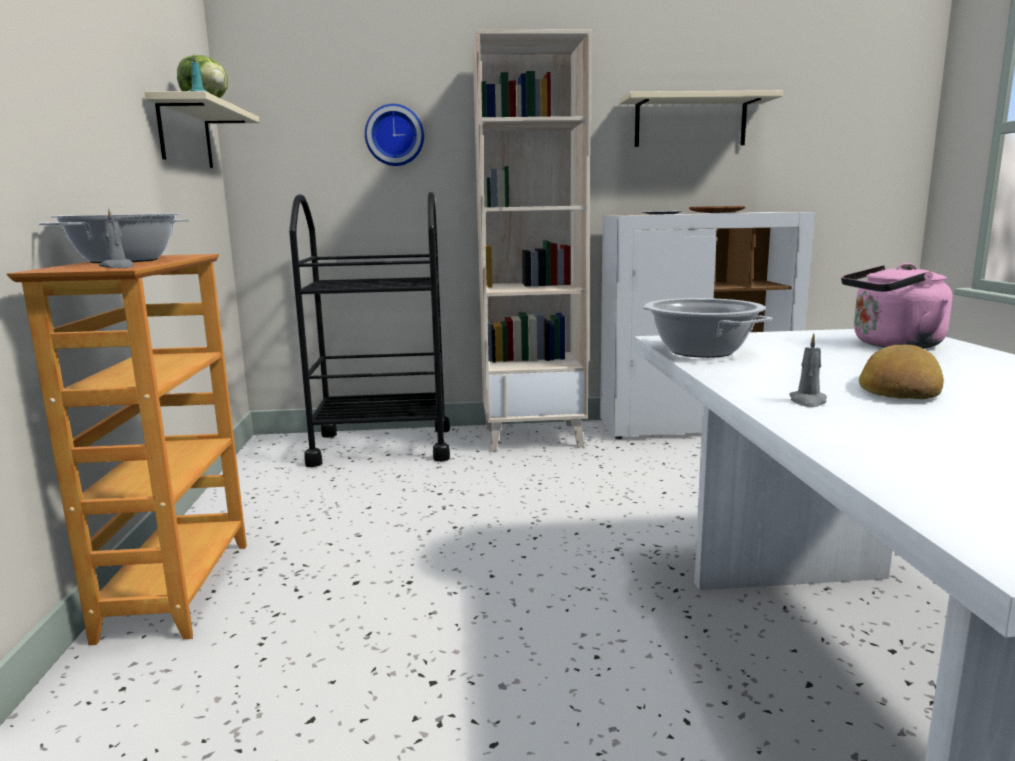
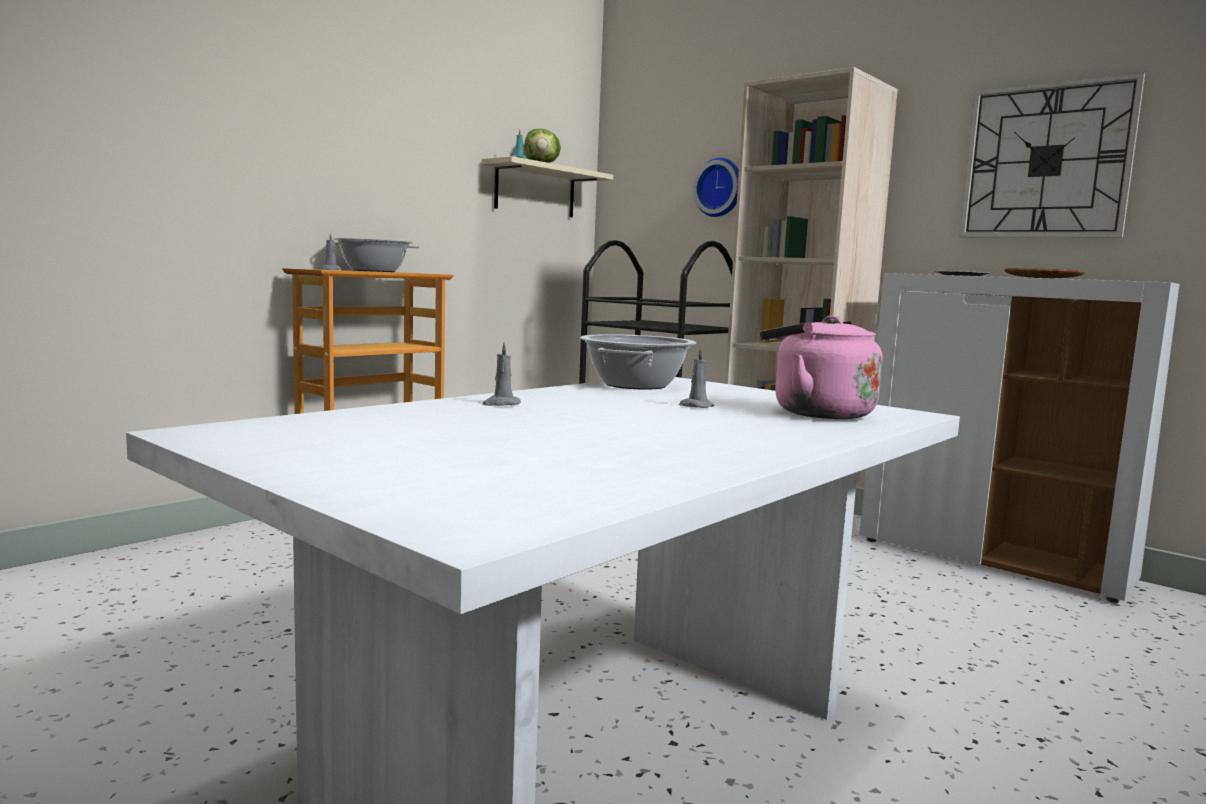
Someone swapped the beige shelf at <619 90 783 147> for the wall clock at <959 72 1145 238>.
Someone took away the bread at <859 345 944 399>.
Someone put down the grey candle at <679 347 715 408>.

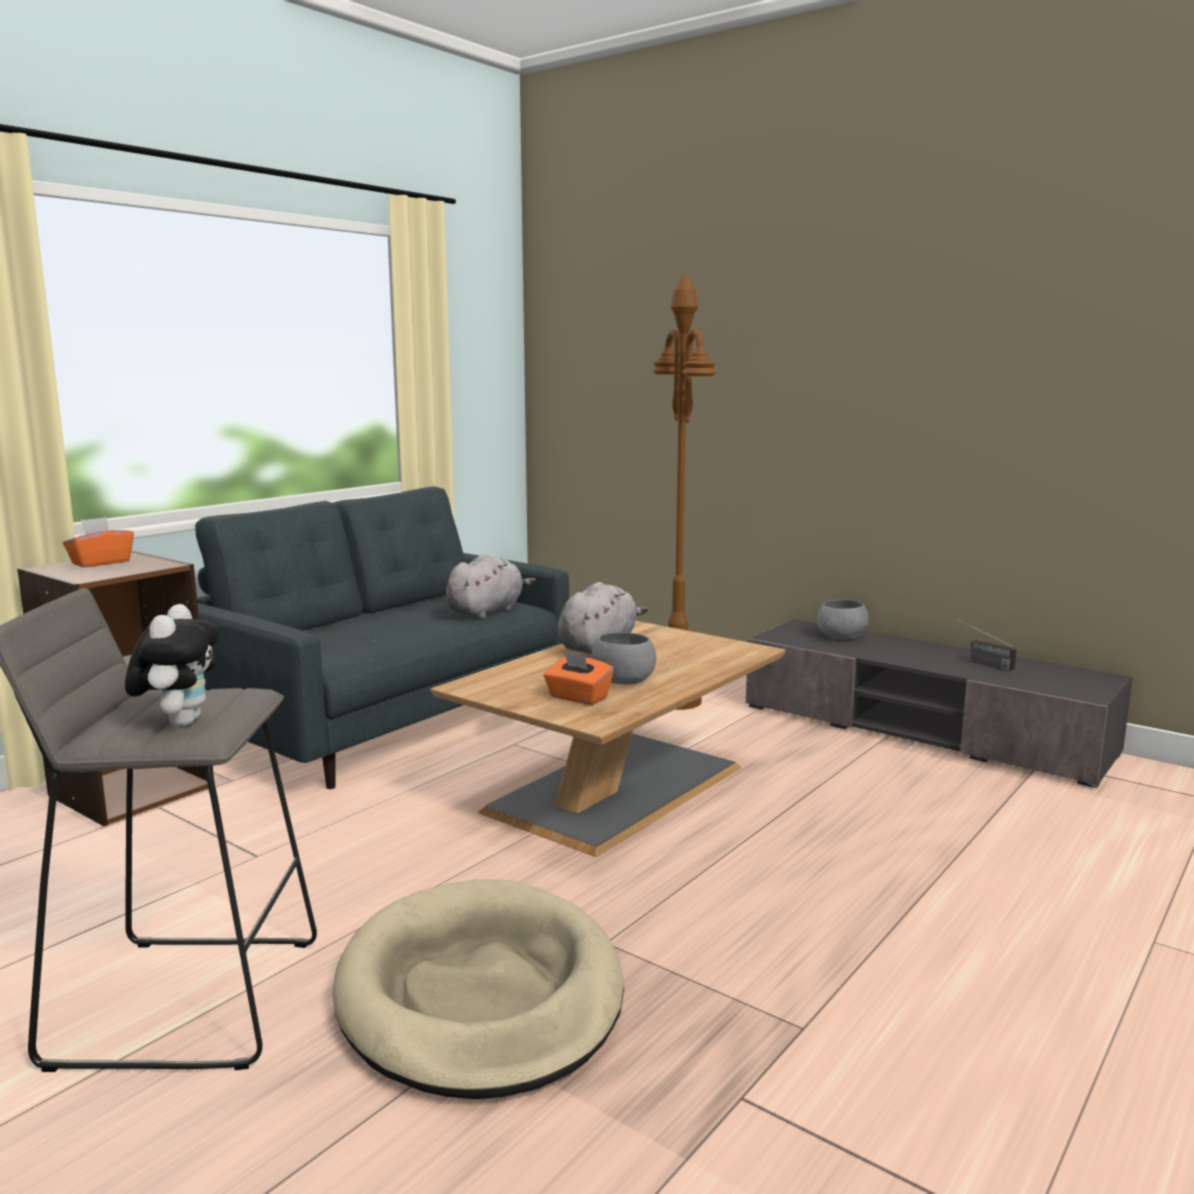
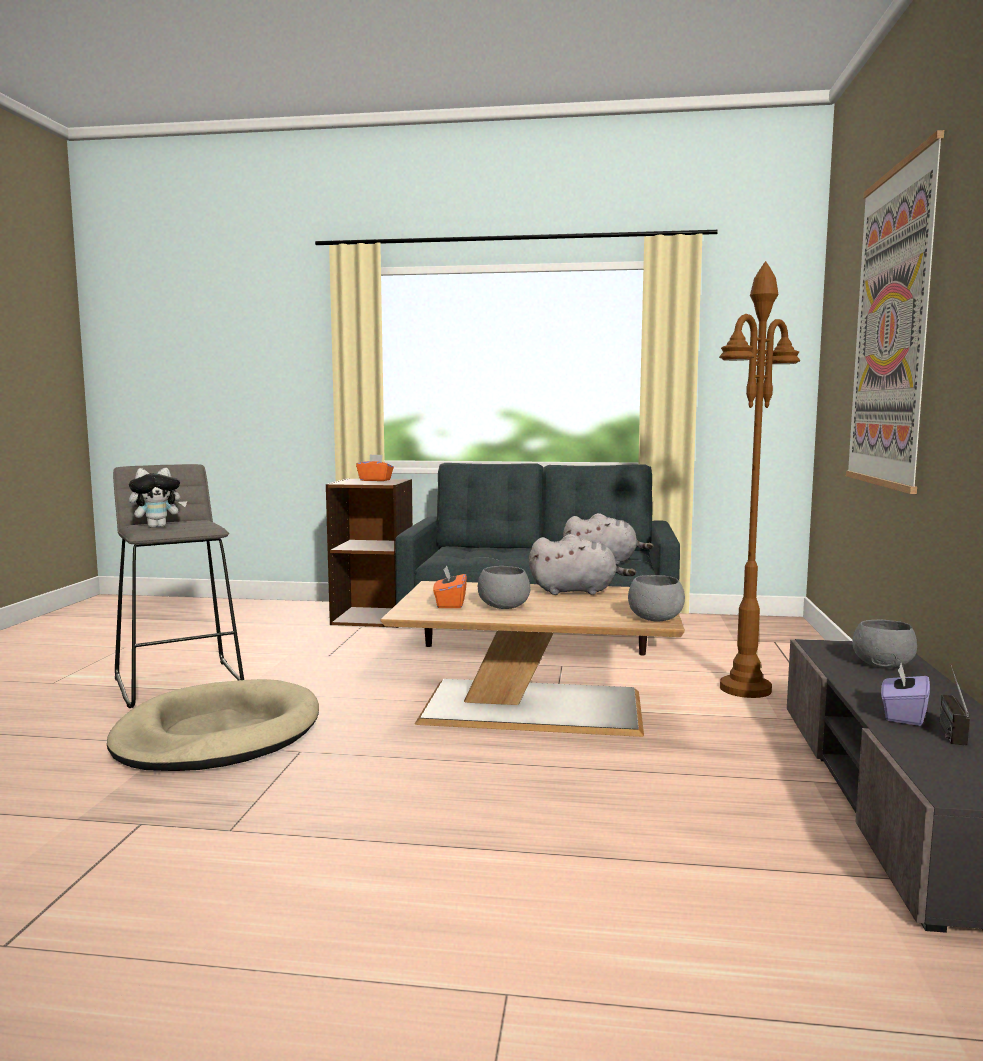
Someone put down the grey bowl at <628 575 685 621>.
Someone put up the picture at <846 130 944 494>.
Someone put down the purple tissue box at <881 663 930 726>.

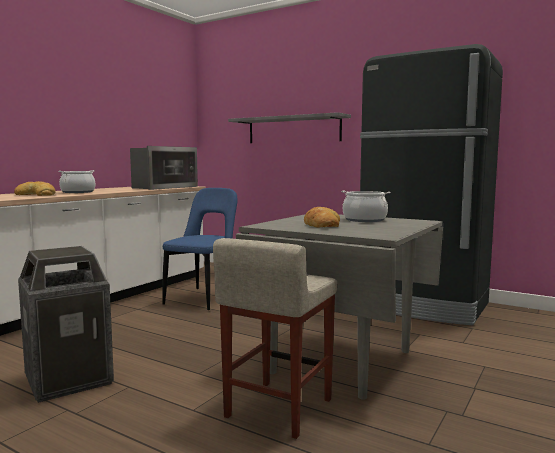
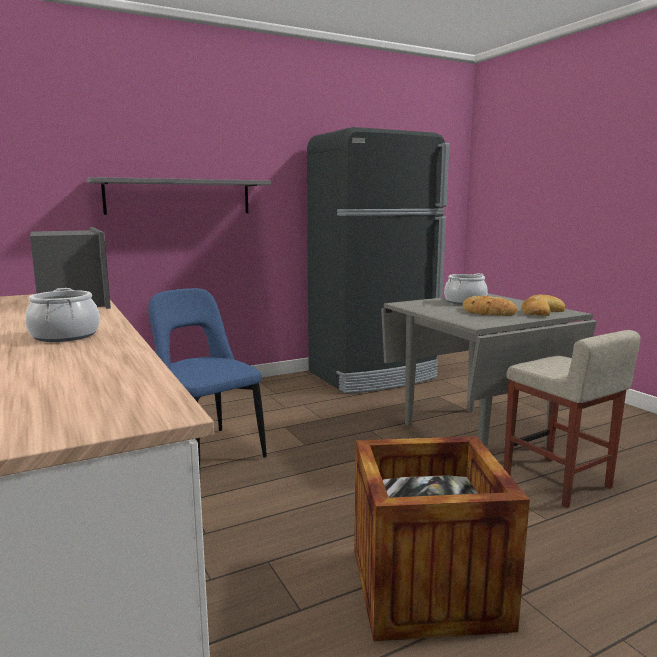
Someone carried the bread from <14 181 56 196> to <522 294 565 316>.
Someone swapped the trash can at <18 246 114 403> for the crate at <354 436 530 642>.

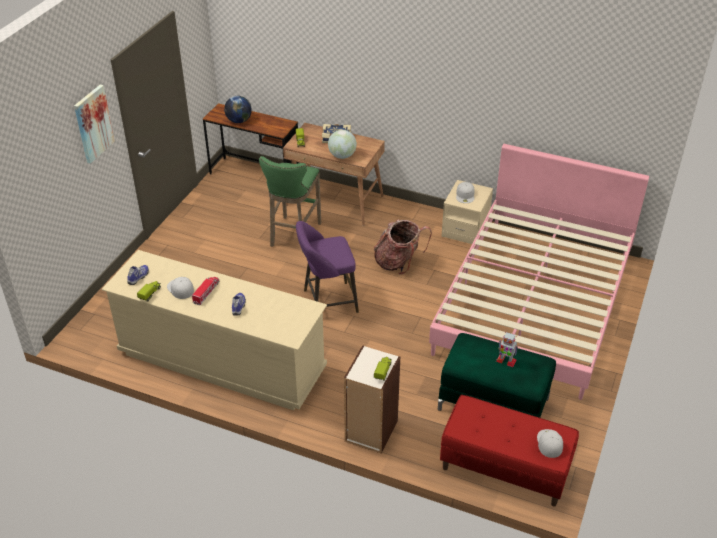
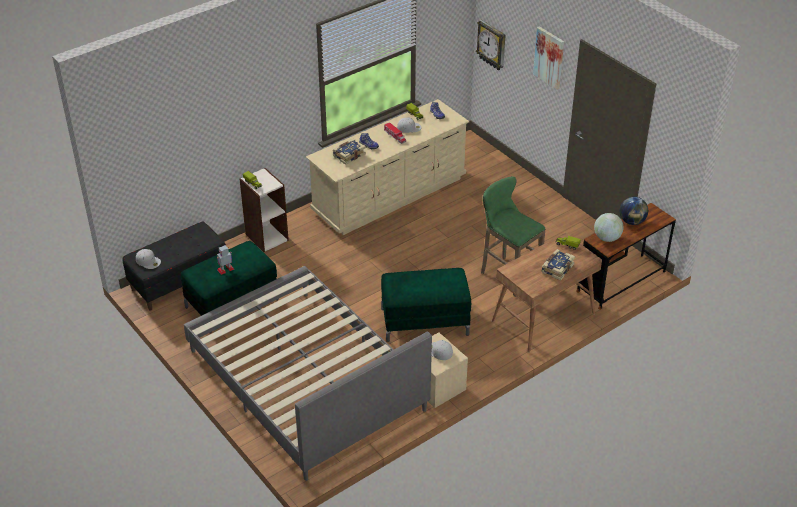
Someone took away the purple stool at <296 221 359 313>.
Someone carried the globe from <328 130 357 159> to <594 213 624 242>.
Someone swapped the backpack at <374 219 432 274> for the green ottoman at <381 268 471 342>.
Someone repainted the pink bed at <429 144 649 400>, which became the grey bed at <184 266 432 481>.
Someone repainted the red bench at <440 395 579 507>, which became the black bench at <122 222 226 311>.
Someone put down the book at <333 139 366 165>.
Someone put up the wall clock at <476 19 506 70>.

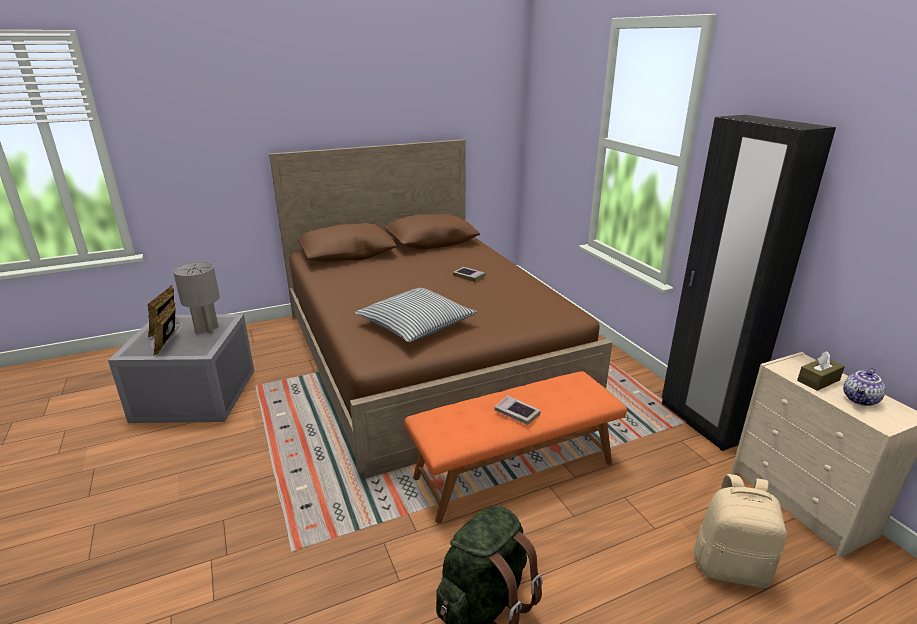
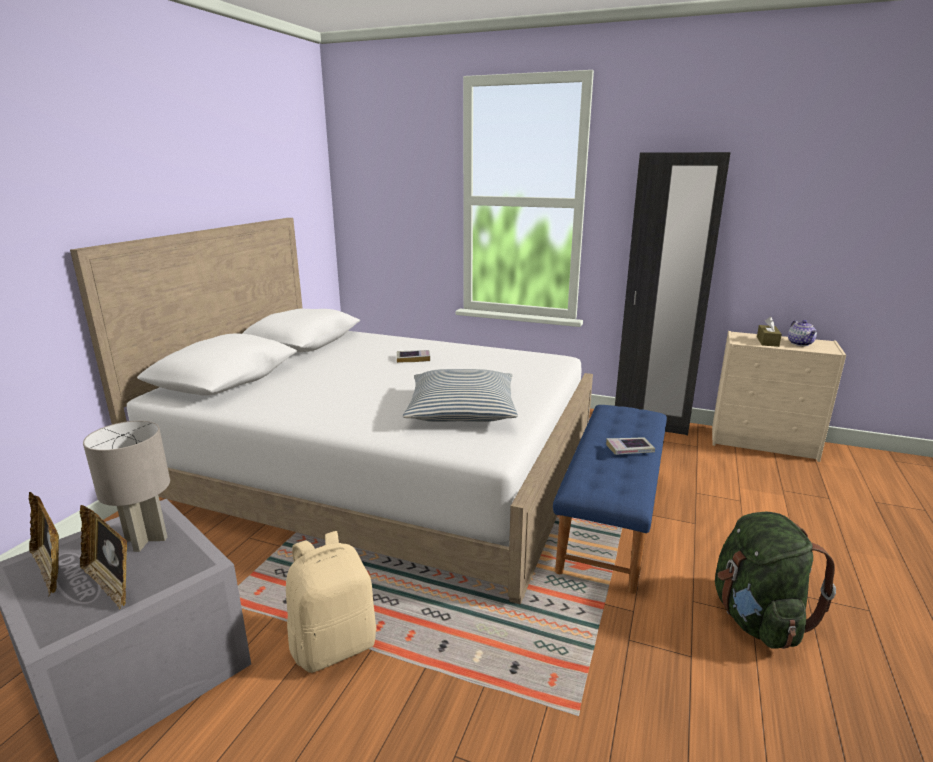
Someone repainted the brown bed at <269 139 612 479>, which became the white bed at <70 218 593 604>.
Someone repainted the orange bench at <405 371 627 523>, which became the blue bench at <553 405 667 593>.
Someone carried the beige backpack from <694 474 787 588> to <286 531 376 673>.

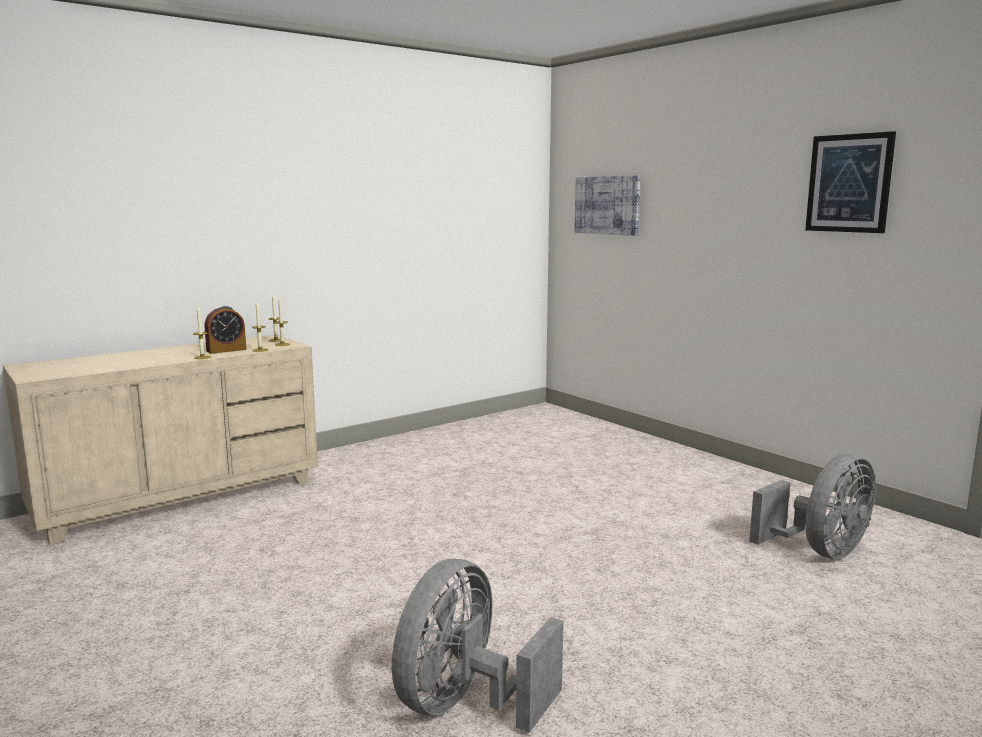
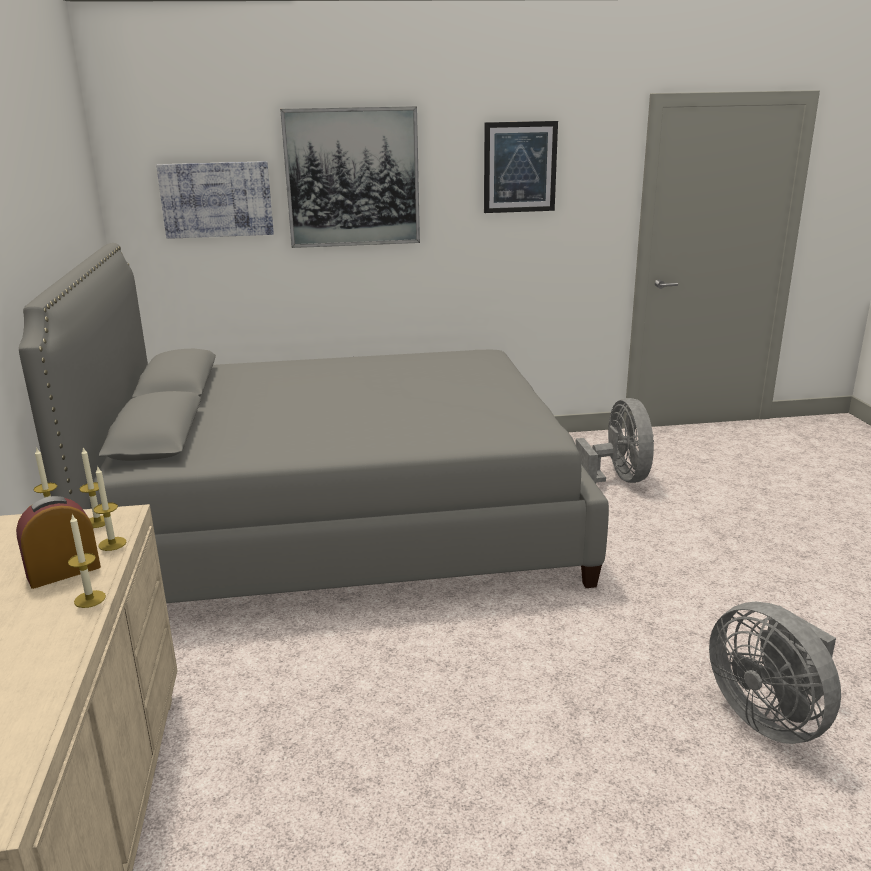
Someone rotated the alarm clock at <204 306 246 354> by 120 degrees counterclockwise.
Someone put down the grey bed at <19 243 609 603>.
Someone put up the picture at <280 106 420 248>.

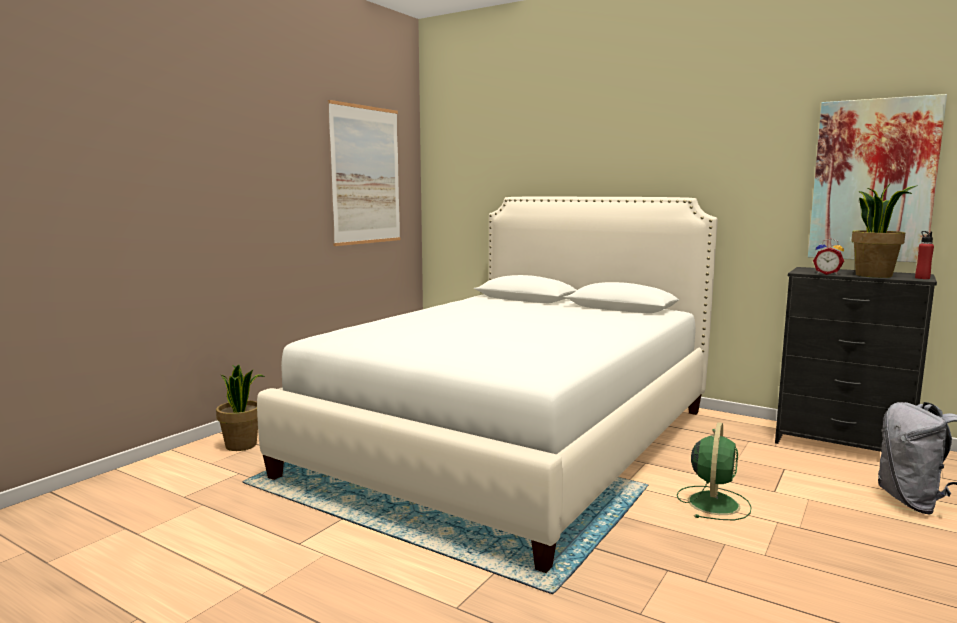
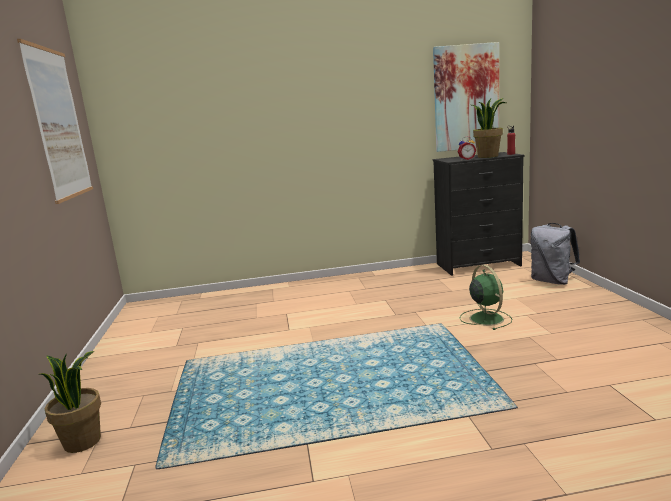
Someone took away the white bed at <257 197 718 573>.

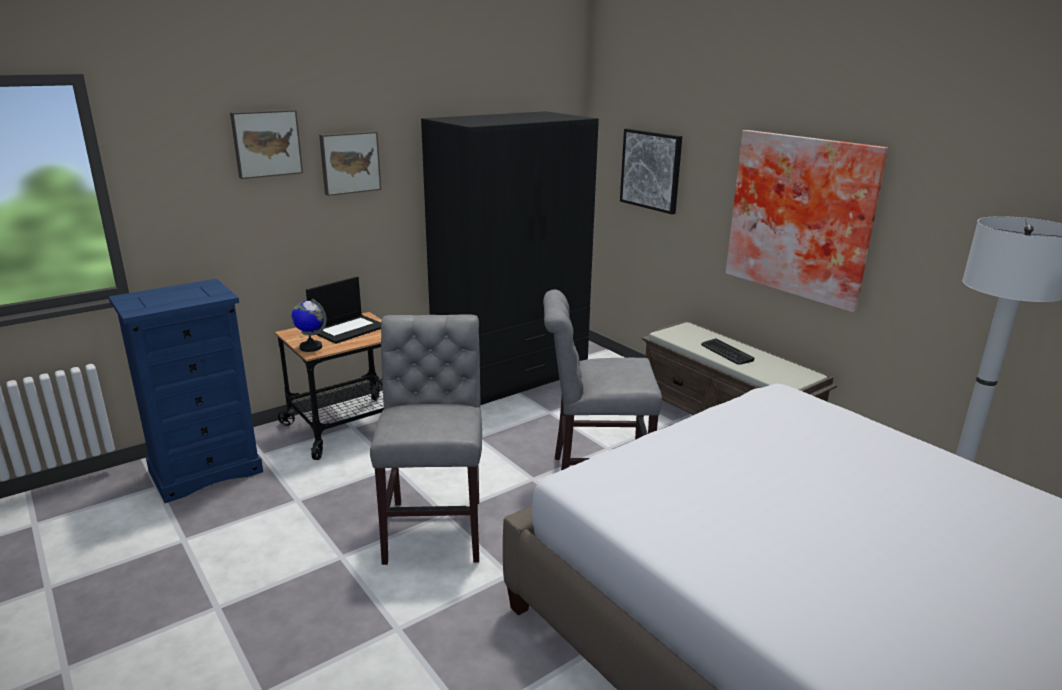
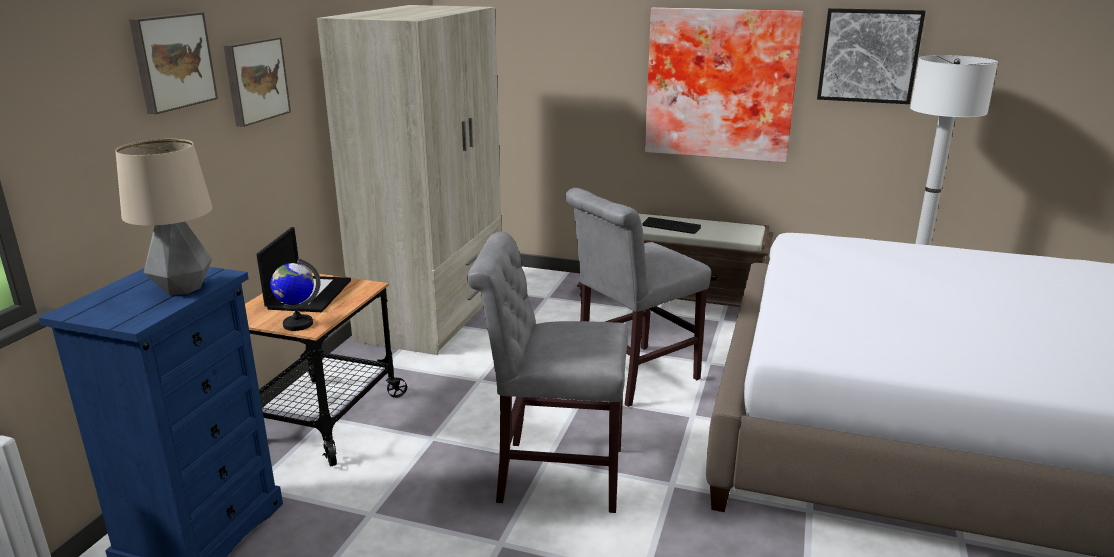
Someone rotated the grey chair at <370 314 482 565> by 45 degrees counterclockwise.
Someone repainted the black wardrobe at <421 111 599 405>, which became the beige wardrobe at <317 5 502 355>.
Someone carried the picture from <620 129 682 214> to <817 8 926 104>.
Someone put down the table lamp at <115 139 213 295>.

